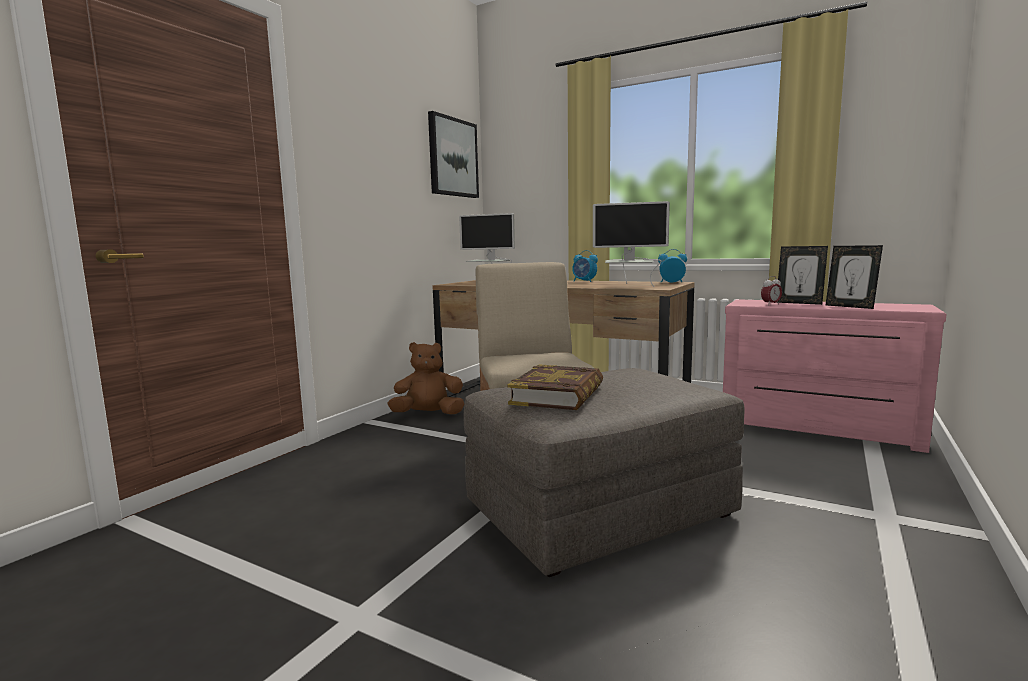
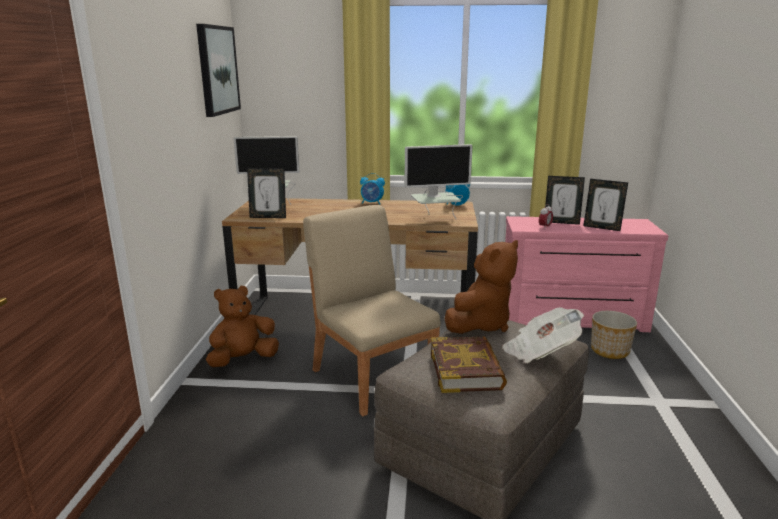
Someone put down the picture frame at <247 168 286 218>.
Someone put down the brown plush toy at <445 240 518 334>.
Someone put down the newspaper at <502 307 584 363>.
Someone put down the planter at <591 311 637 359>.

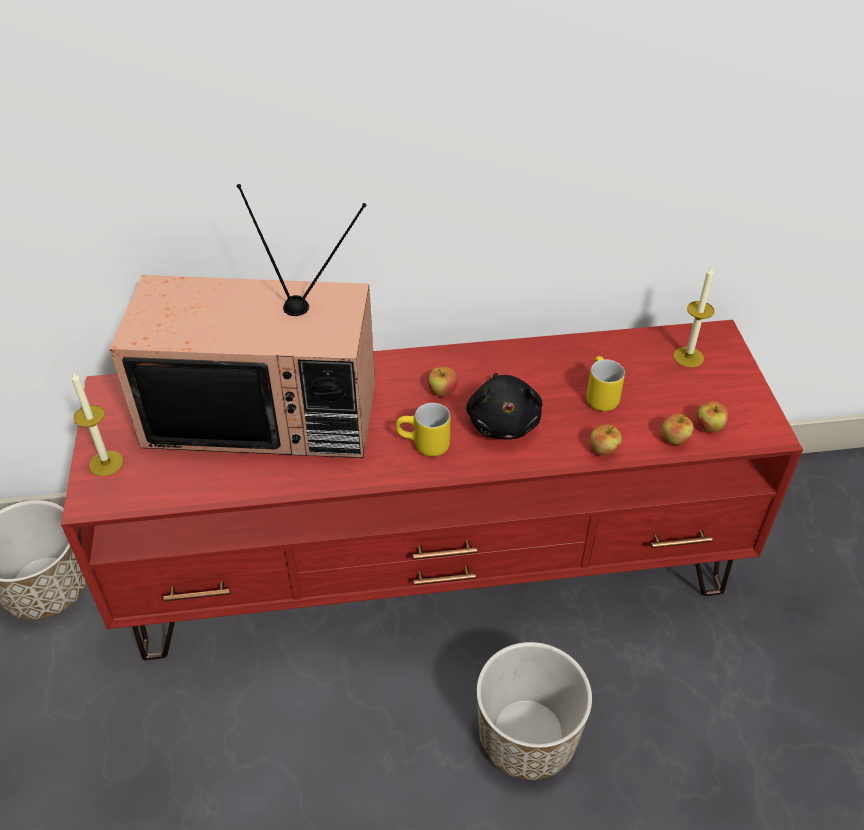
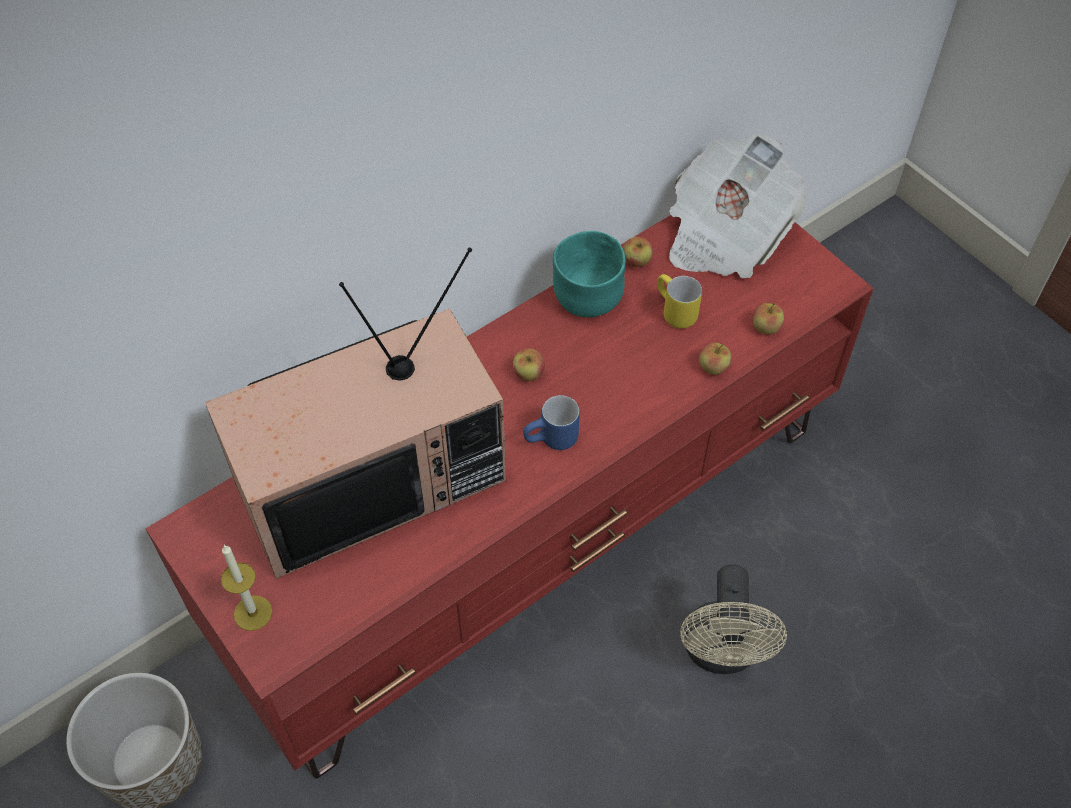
Someone repainted the yellow mug at <396 403 451 456>, which became the blue mug at <523 395 580 450>.
Someone took away the black plush toy at <466 373 542 439>.
Someone swapped the planter at <477 642 592 780> for the beige fan at <680 565 787 674>.
Someone swapped the candle at <673 267 714 368> for the newspaper at <669 134 806 279>.
Someone carried the apple from <697 401 729 432> to <623 237 653 267>.
Someone put down the turquoise bowl at <553 231 626 317>.

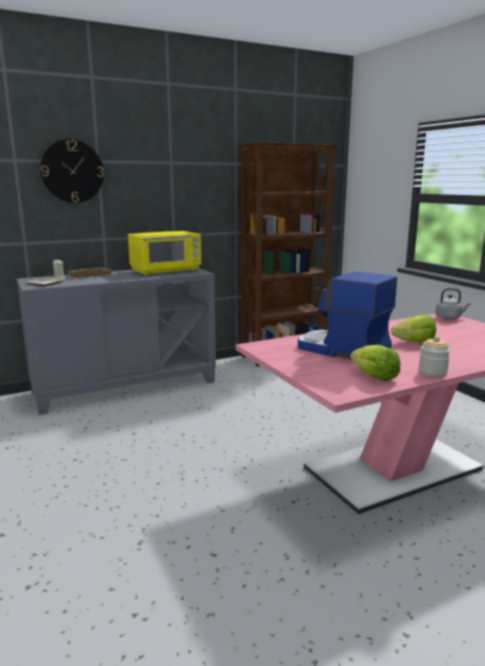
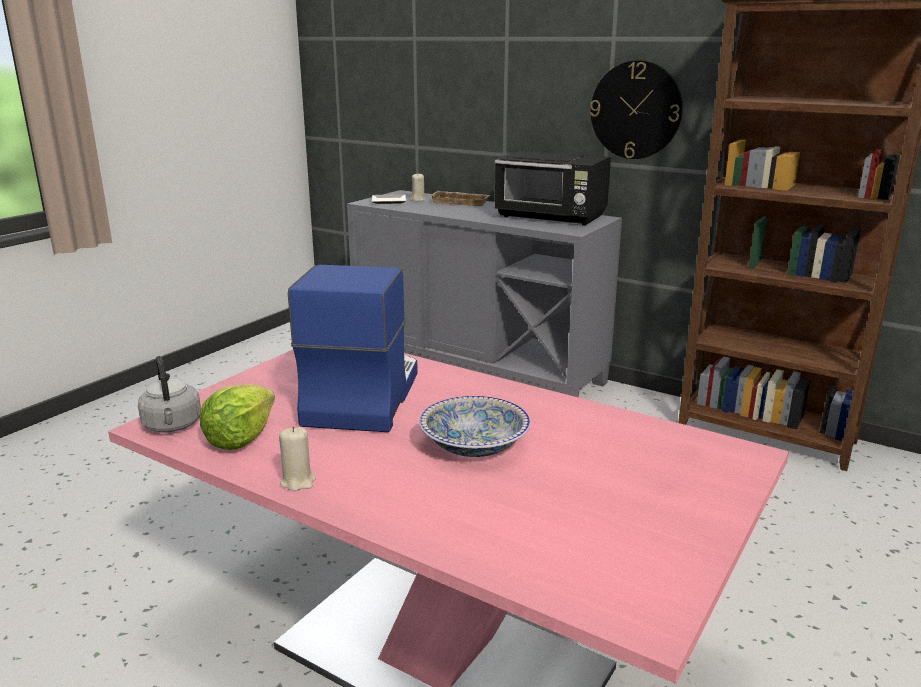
Someone carried the wall clock from <40 139 104 203> to <590 60 683 159>.
Someone repainted the yellow microwave at <128 231 201 275>, which became the black microwave at <495 151 611 226>.
Someone swapped the lettuce at <391 315 436 343> for the bowl at <419 396 531 457>.
Someone swapped the jar at <419 336 451 377> for the beige candle at <279 427 316 491>.
Someone carried the grey kettle from <435 288 471 320> to <138 356 201 433>.

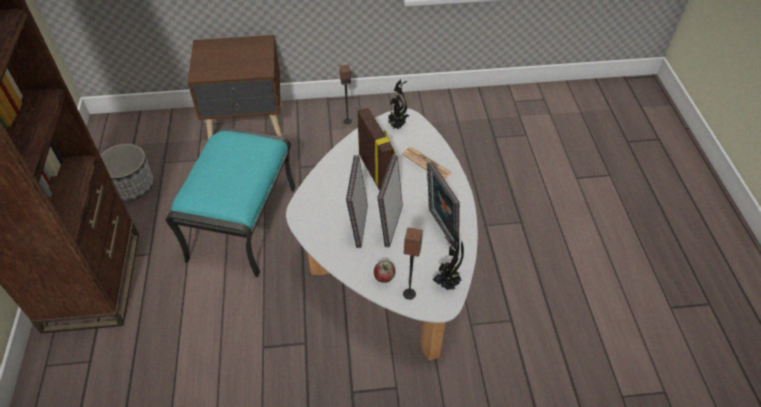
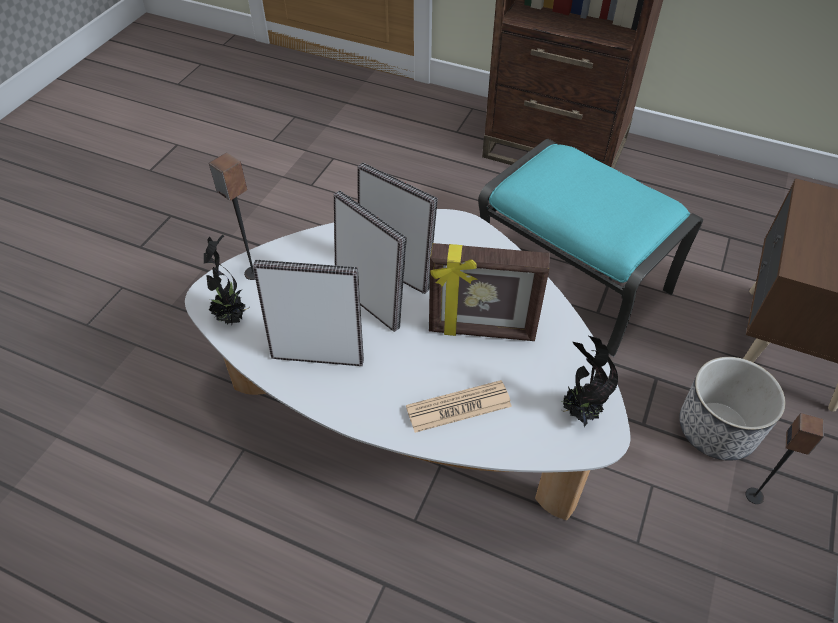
Someone carried the planter from <100 144 154 201> to <679 357 785 461>.
Someone took away the apple at <374 261 395 283>.

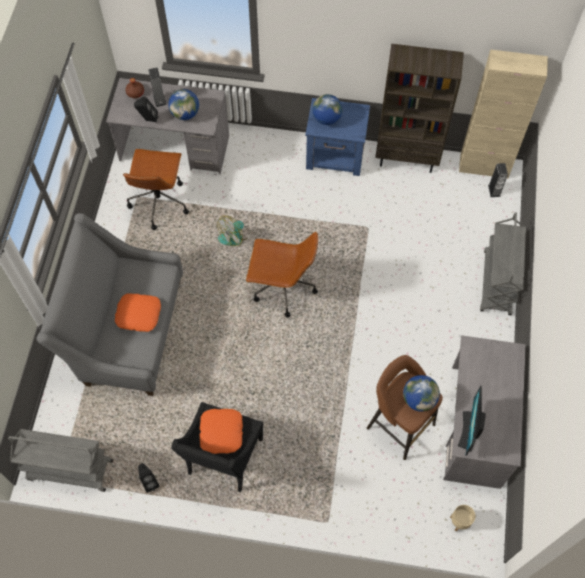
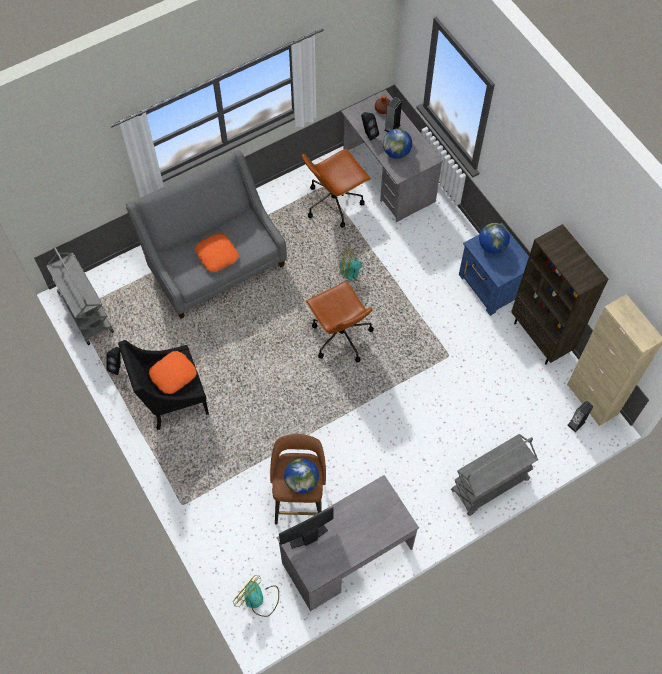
Someone swapped the beige planter at <450 505 475 532> for the fan at <233 575 279 617>.

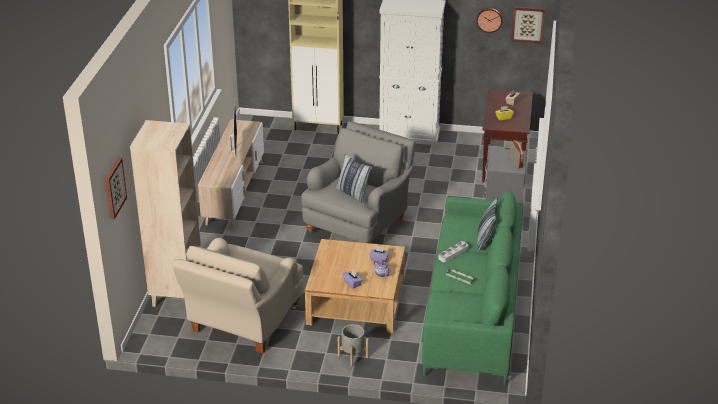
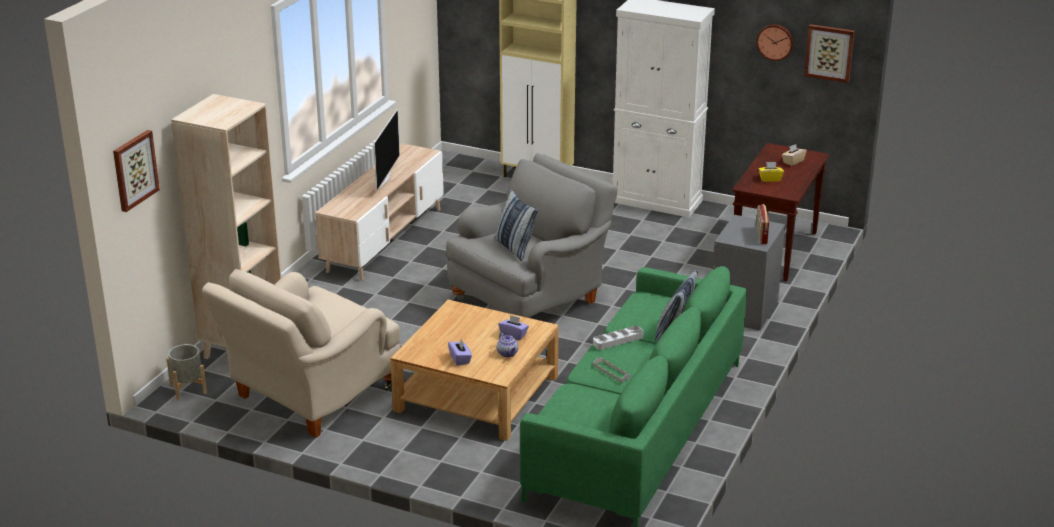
Someone carried the grey planter from <338 324 369 367> to <167 344 207 400>.

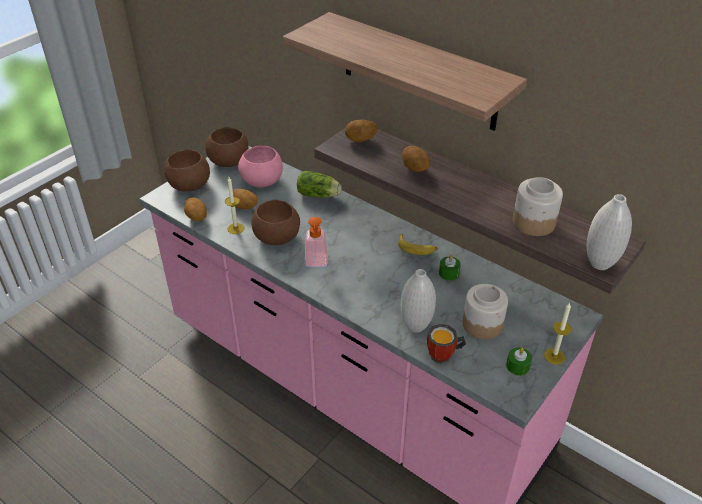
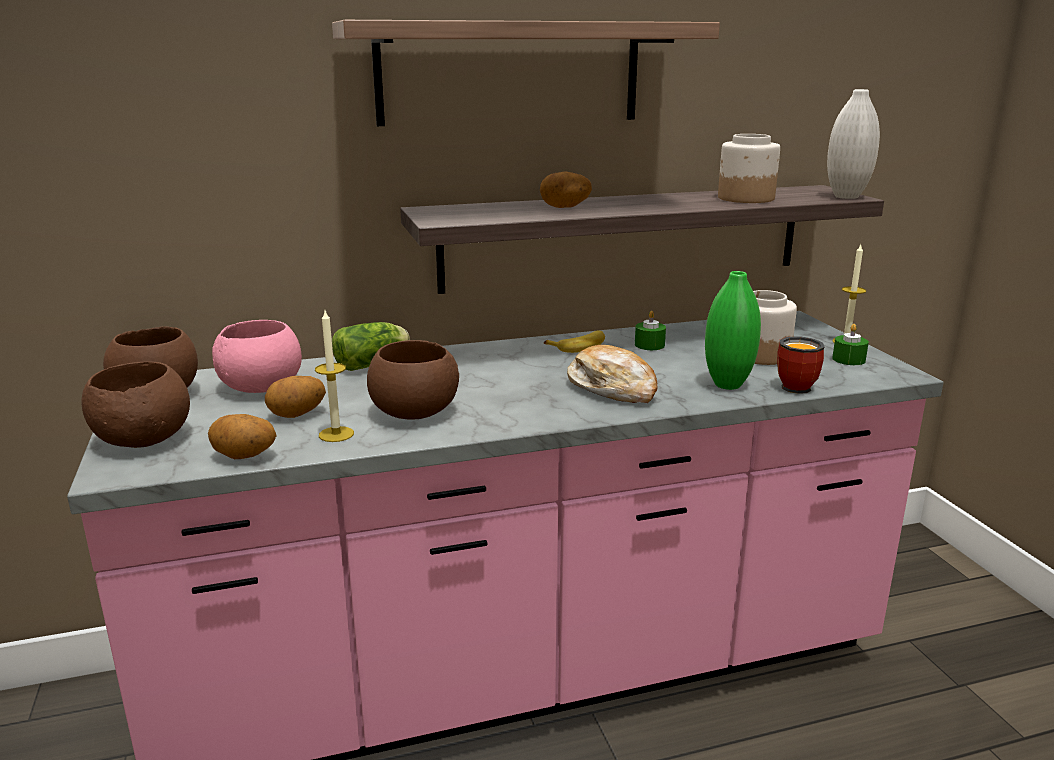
Someone took away the soap dispenser at <305 217 328 267>.
Someone took away the potato at <345 120 377 142>.
Someone repainted the white vase at <401 269 436 333>, which became the green vase at <705 271 761 390>.
Someone put down the bread at <567 345 658 403>.

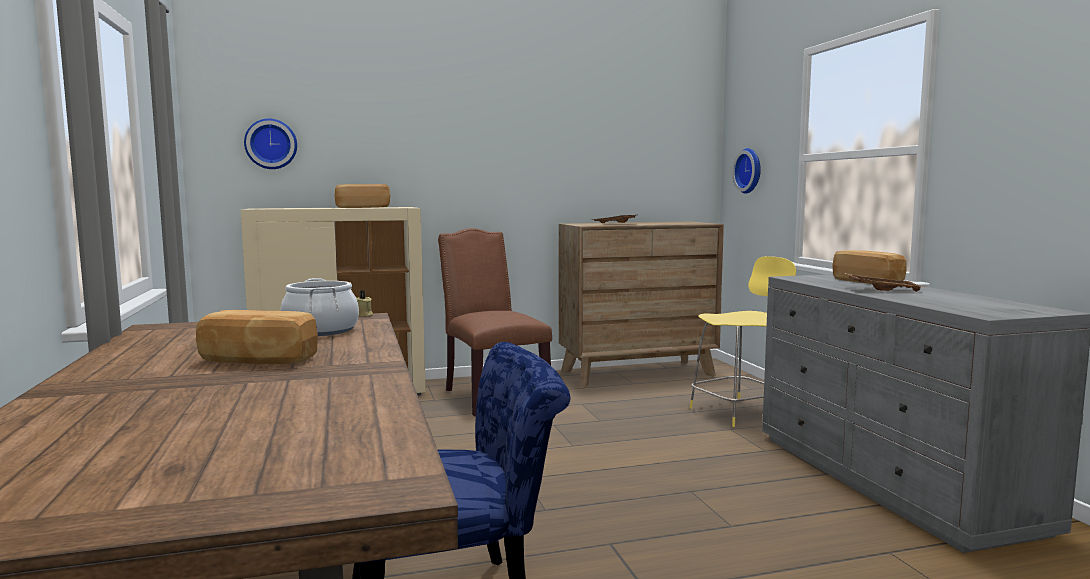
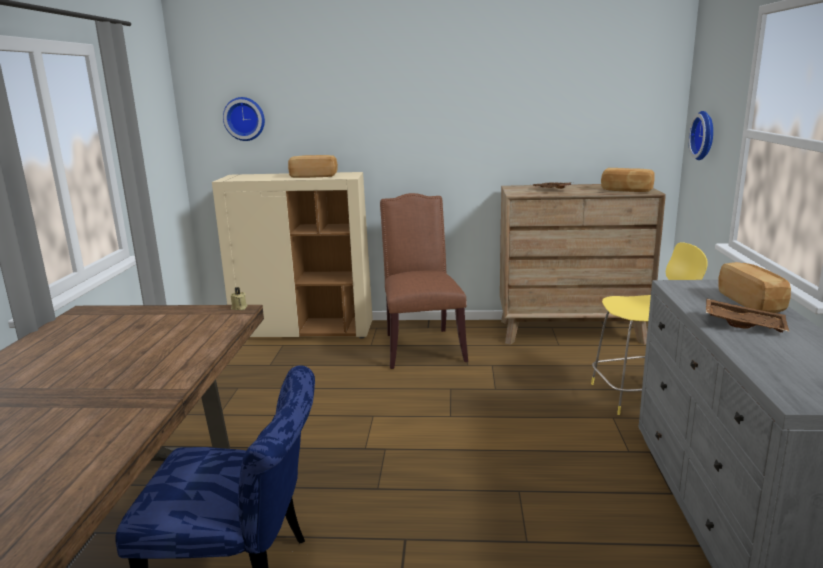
Someone carried the bread from <196 310 318 364> to <601 168 655 192>.
Someone took away the cooking pot at <280 278 359 336>.

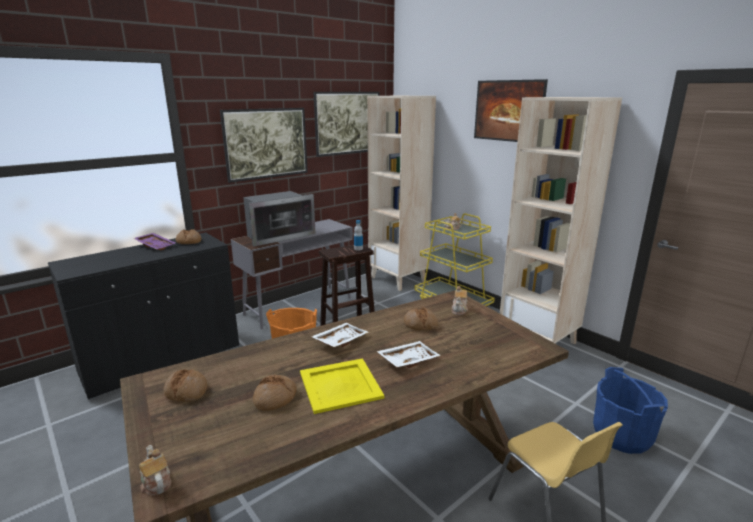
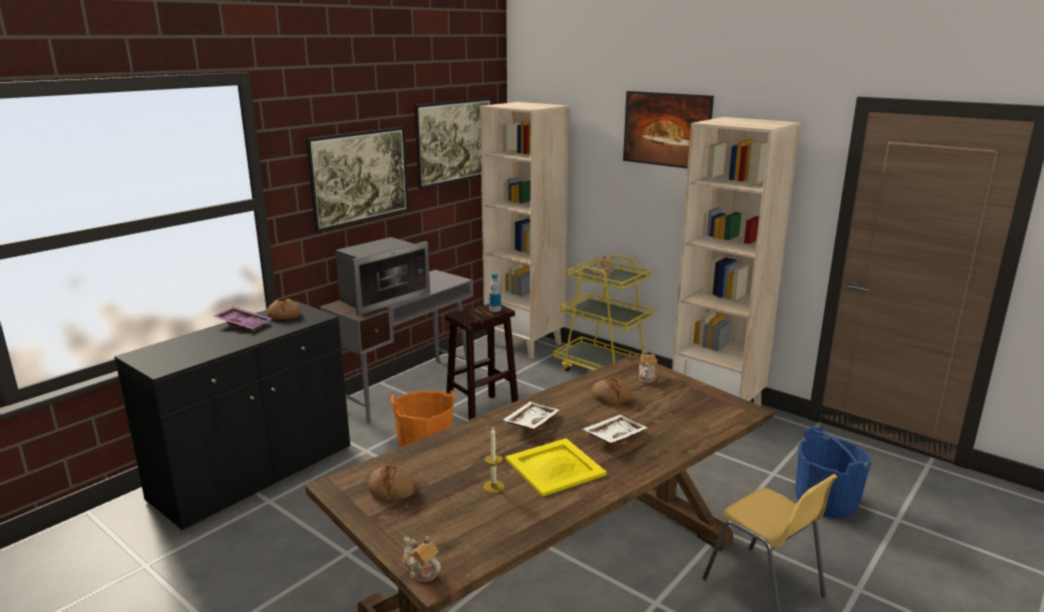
Someone swapped the bread at <253 375 297 411> for the candle at <483 428 504 493>.

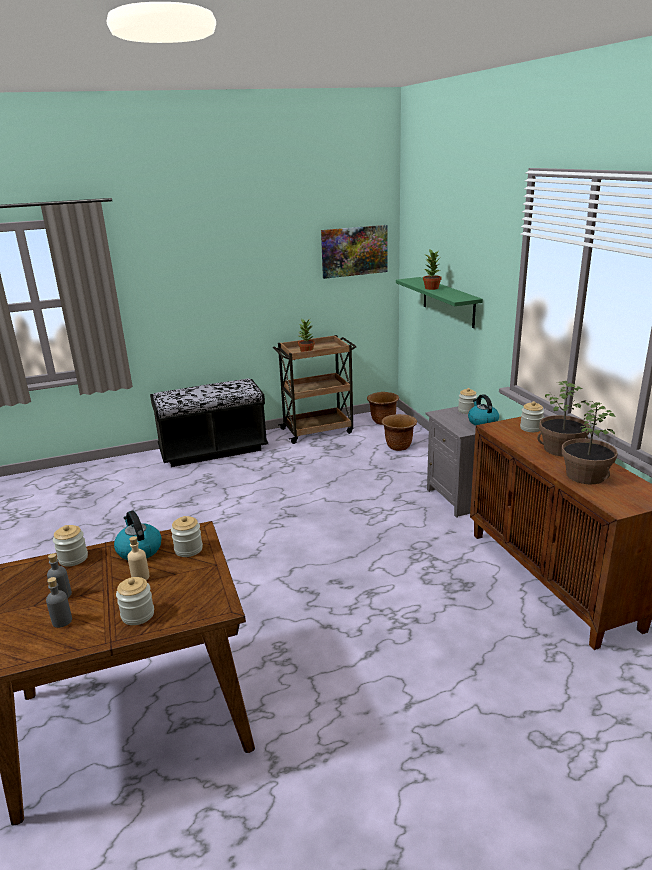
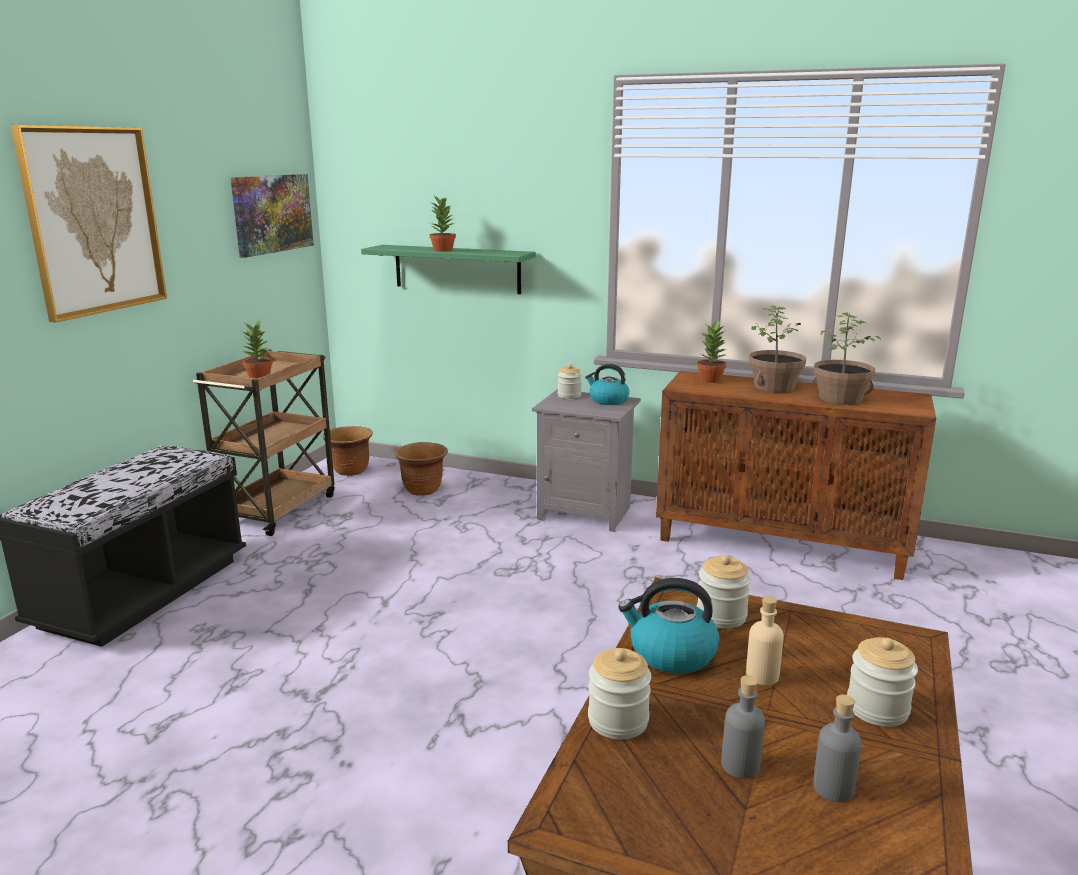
Someone swapped the jar at <520 401 544 432> for the potted plant at <697 320 727 383>.
Someone put up the picture at <11 125 167 323>.

